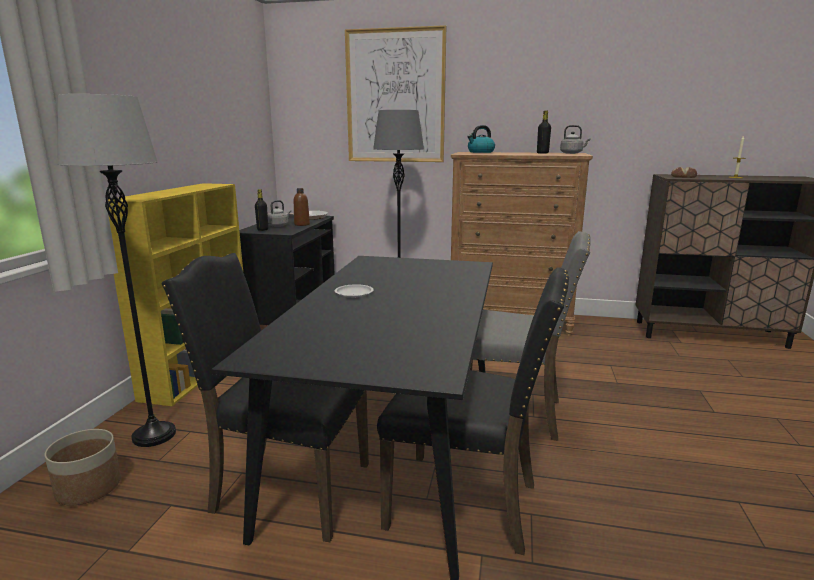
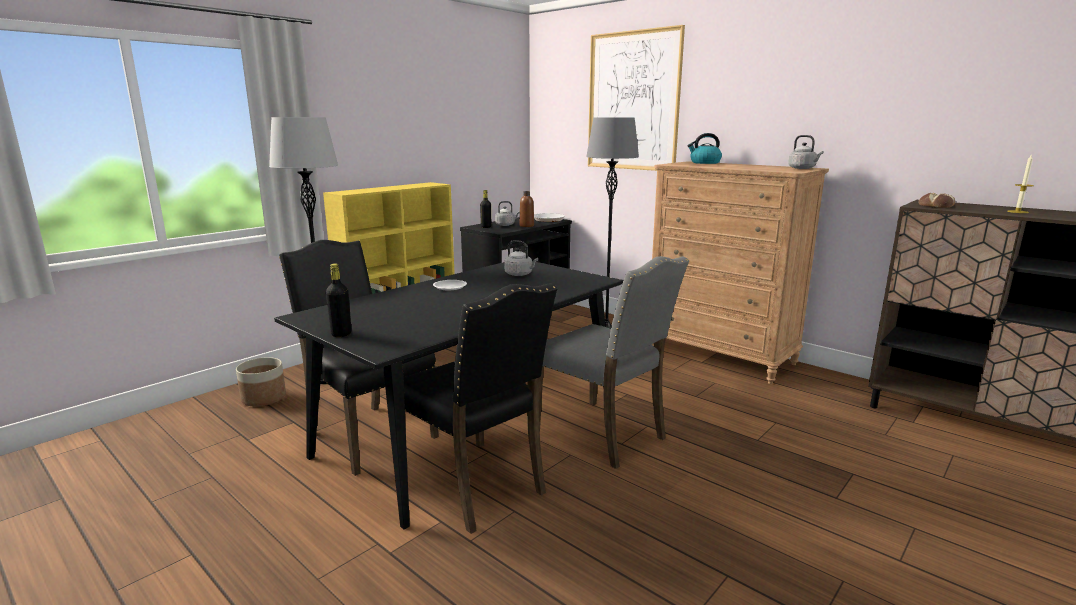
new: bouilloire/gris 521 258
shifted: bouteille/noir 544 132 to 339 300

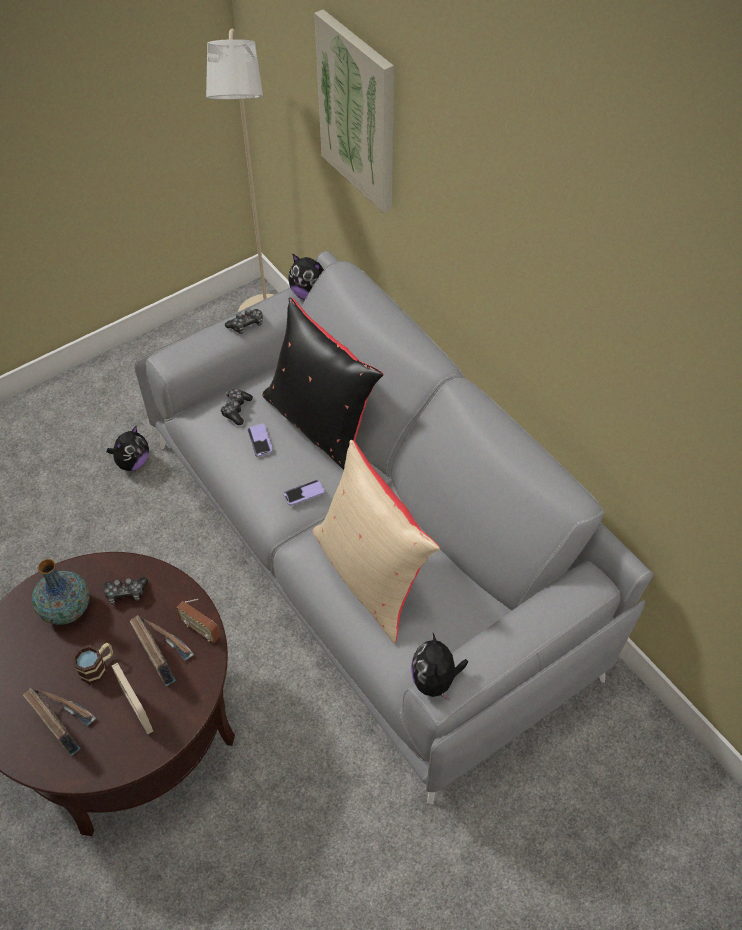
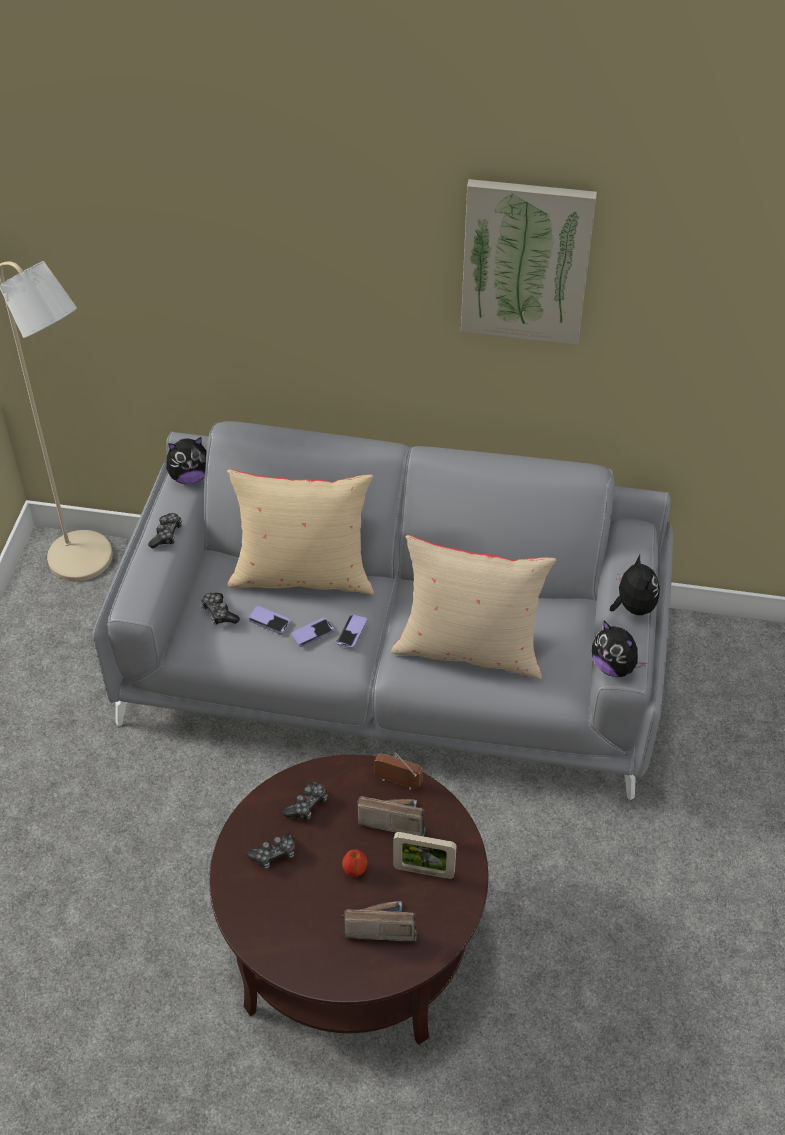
new: téléphone 313 632
shifted: peluche 128 448 to 635 585; tableau 354 111 to 529 262
swapped: vase 60 592 to manette 271 851; mug 92 663 to pomme 355 863
repainted: coussin/noir 323 384 to coussin/beige 300 532
rotated: radio 198 621 = 398 770 150 degrees counterclockwise

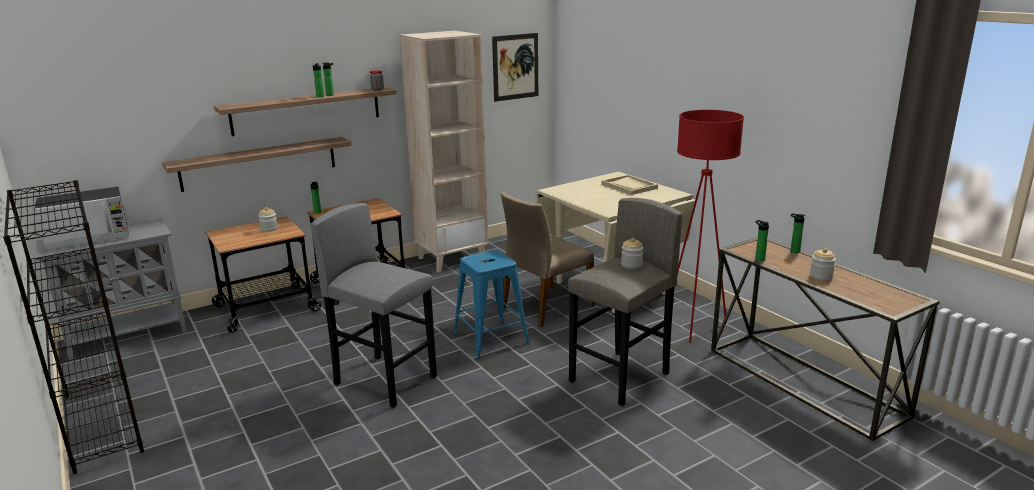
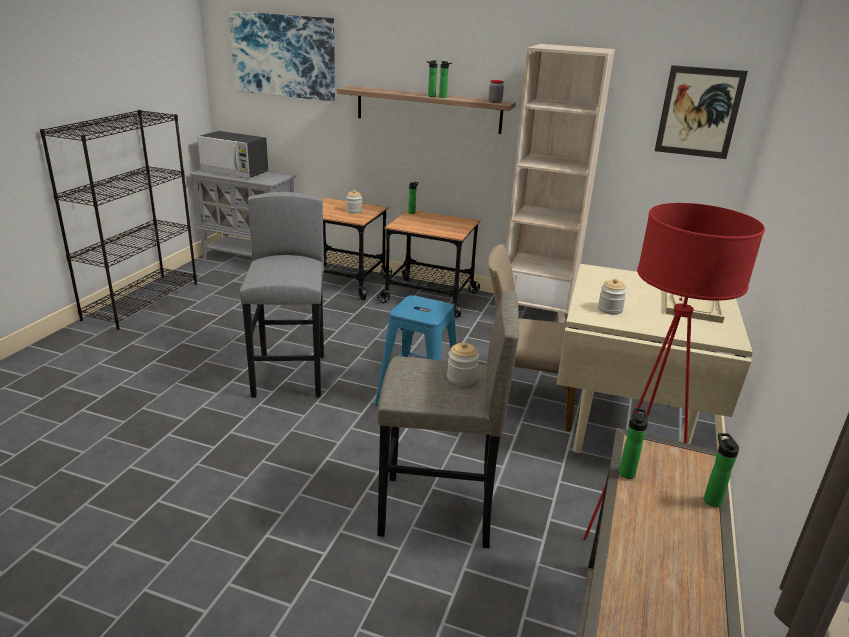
gone: étagère 256 164
new: tableau 282 56
shifted: bocal 823 264 to 612 296

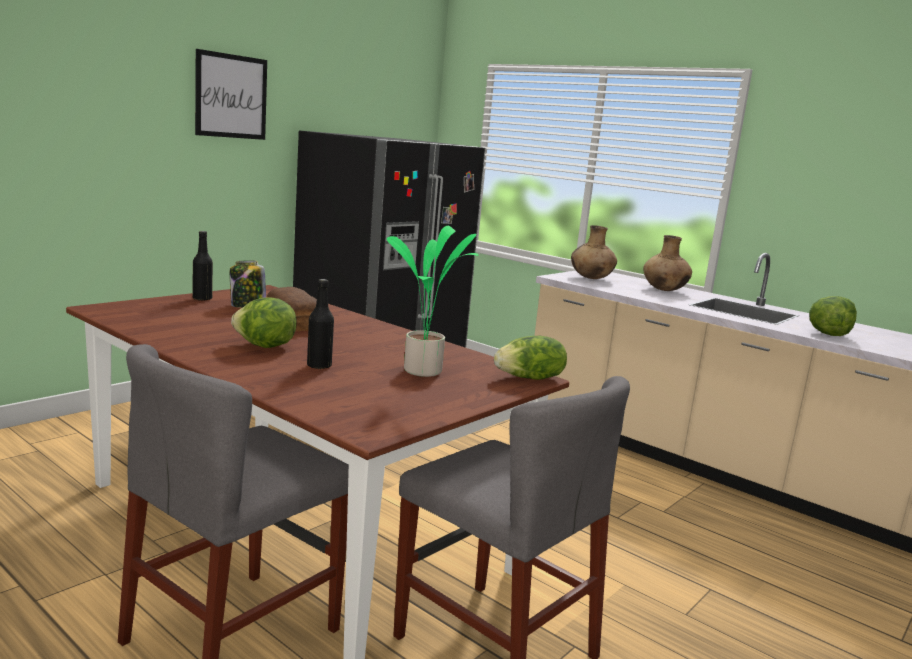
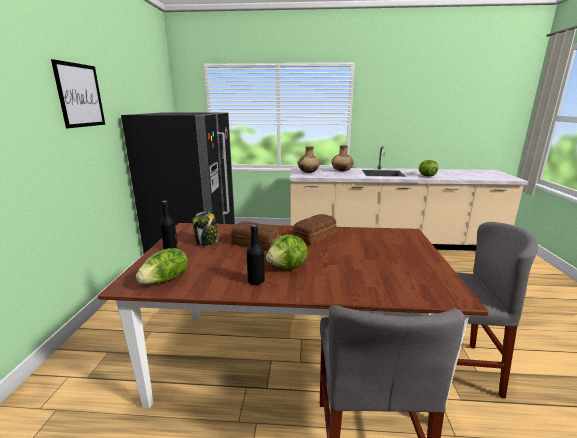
gone: plante en pot 433 301
new: pain 314 229
shifted: bouteille/noir 320 324 to 256 254; laitue 530 358 to 162 266

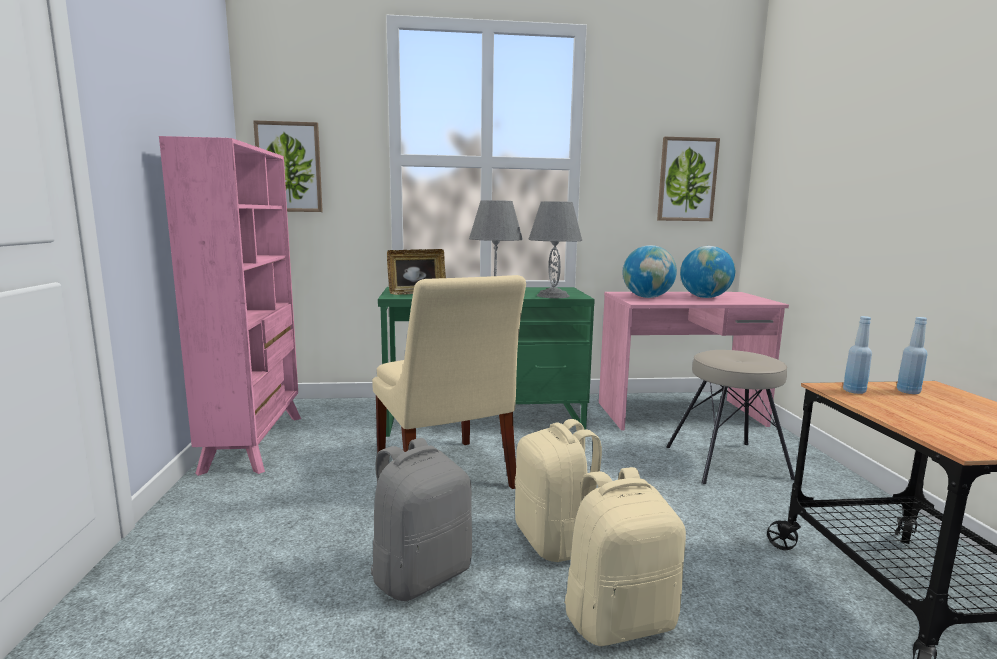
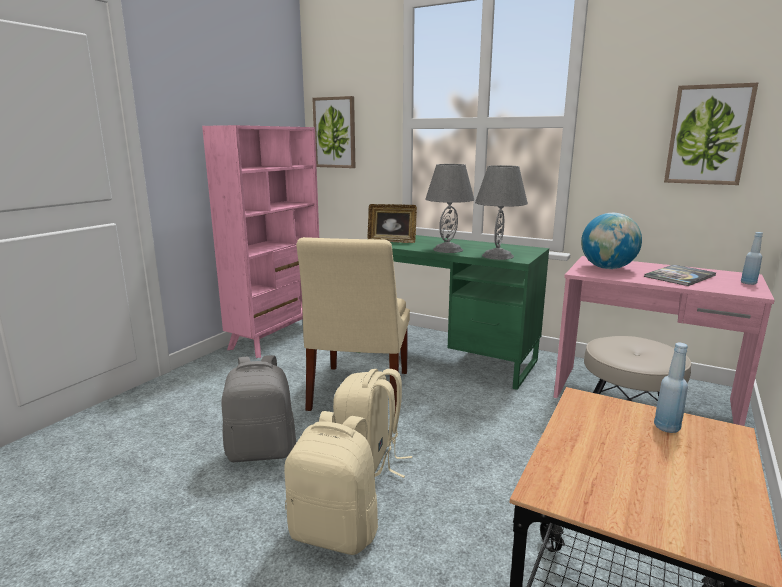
shifted: bouteille/bleu 857 355 to 752 258
swapped: globe 707 272 to livre 680 275

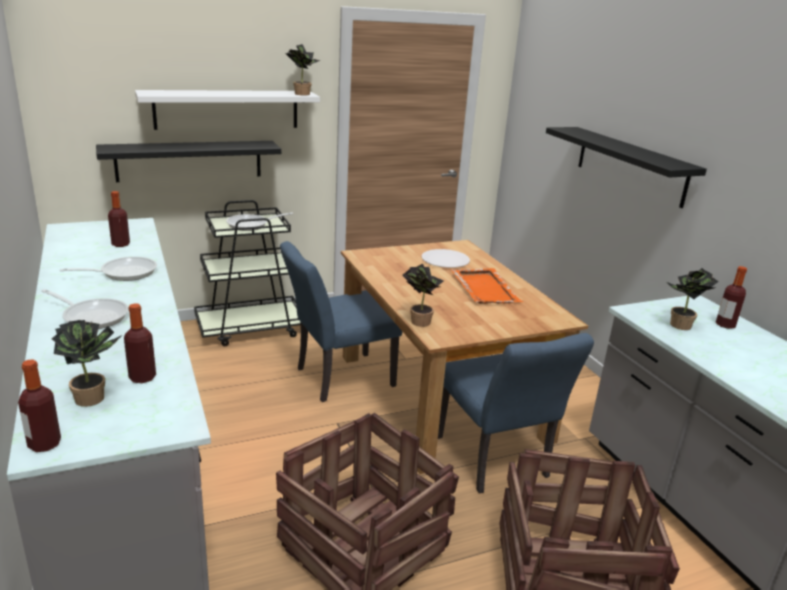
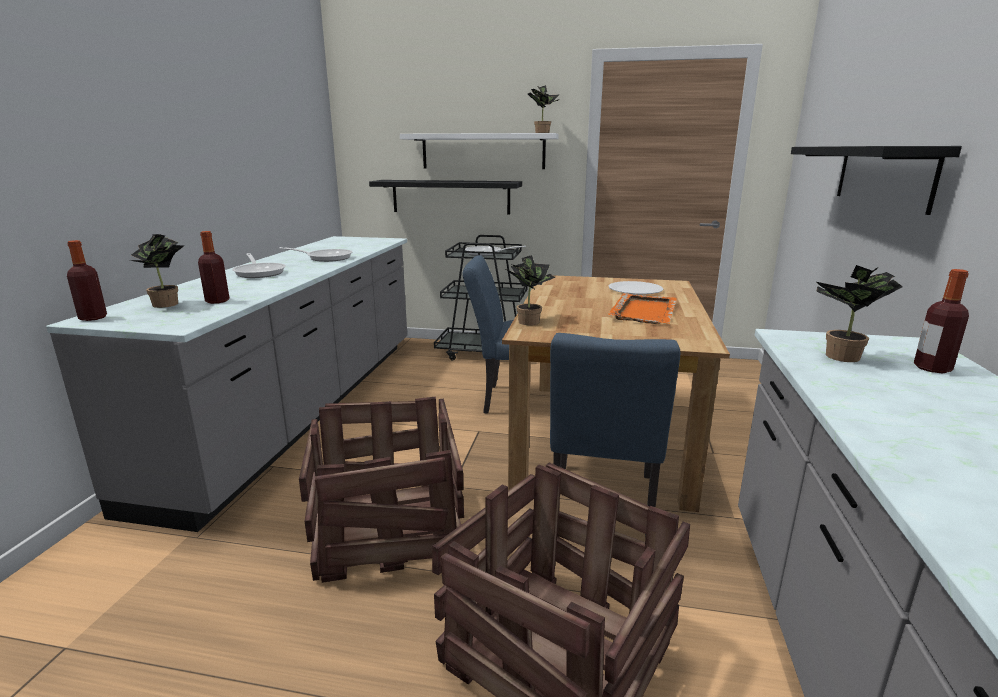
gone: bouteille 119 219

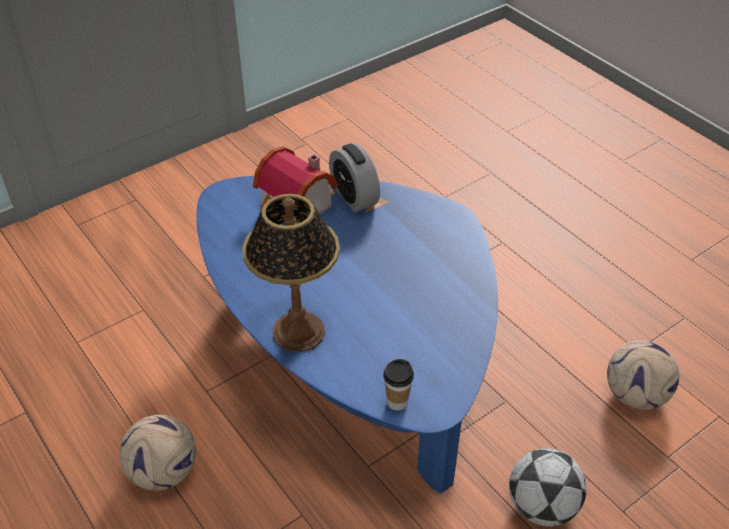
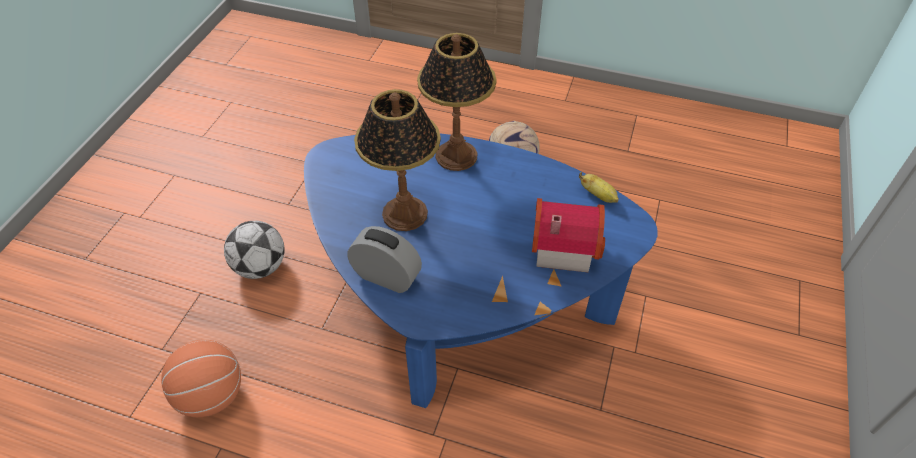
gone: tasse 398 385
new: lampe de table 397 160; banane 599 187
shifted: réveil 354 178 to 385 259
swapped: ballon de foot 643 375 to ballon de basket 201 378

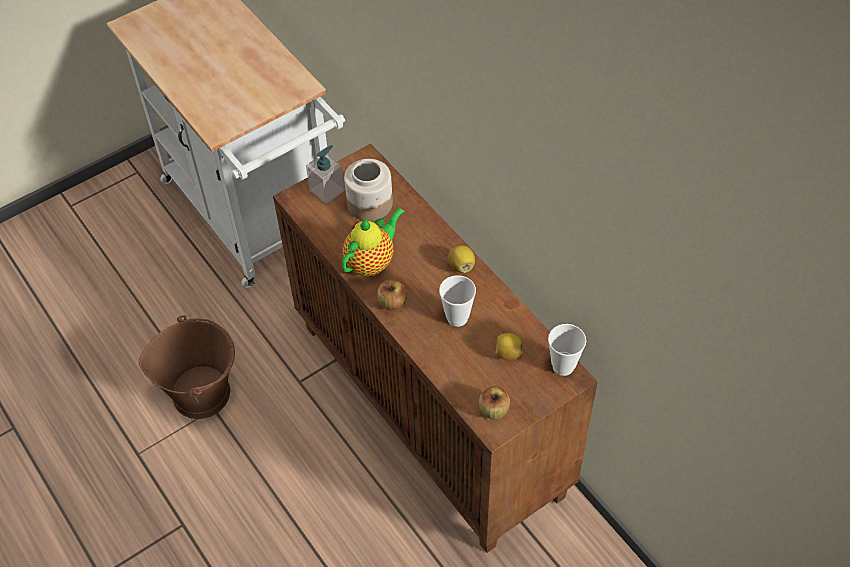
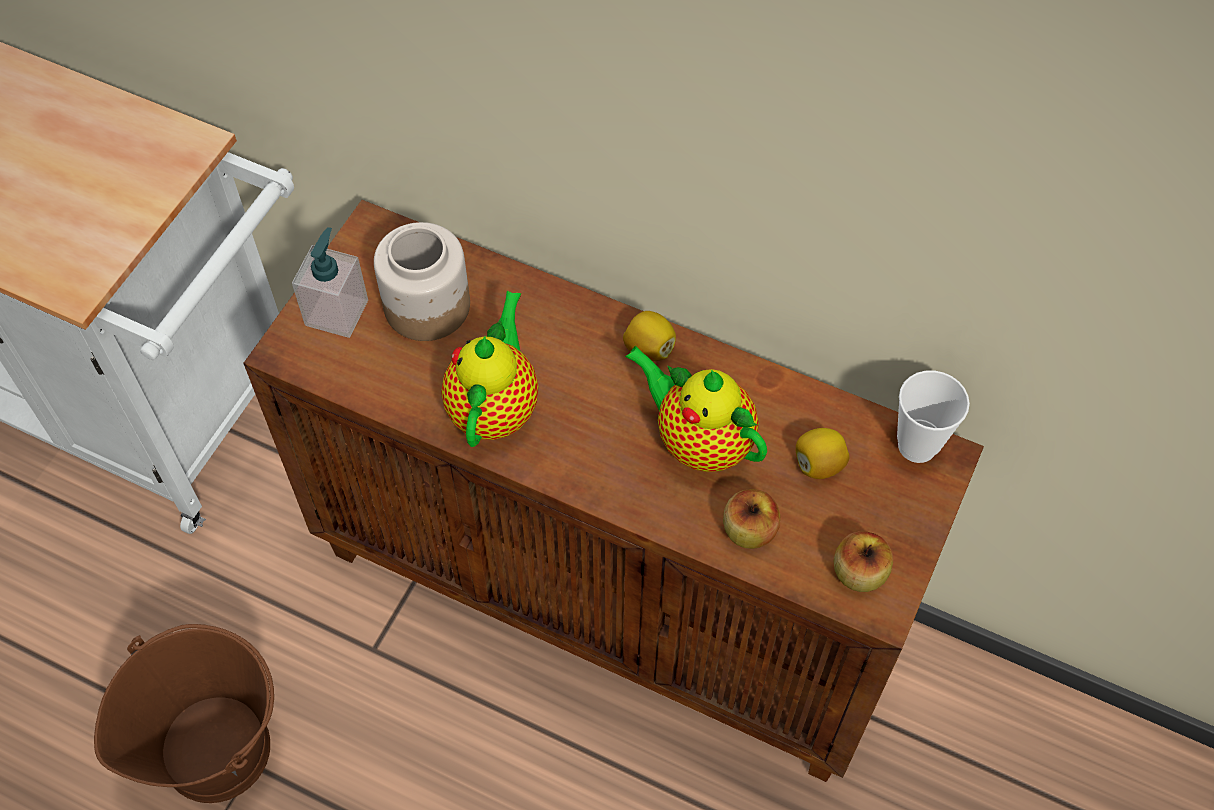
shifted: pomme 392 295 to 751 519
swapped: tasse 457 301 to théière 696 409

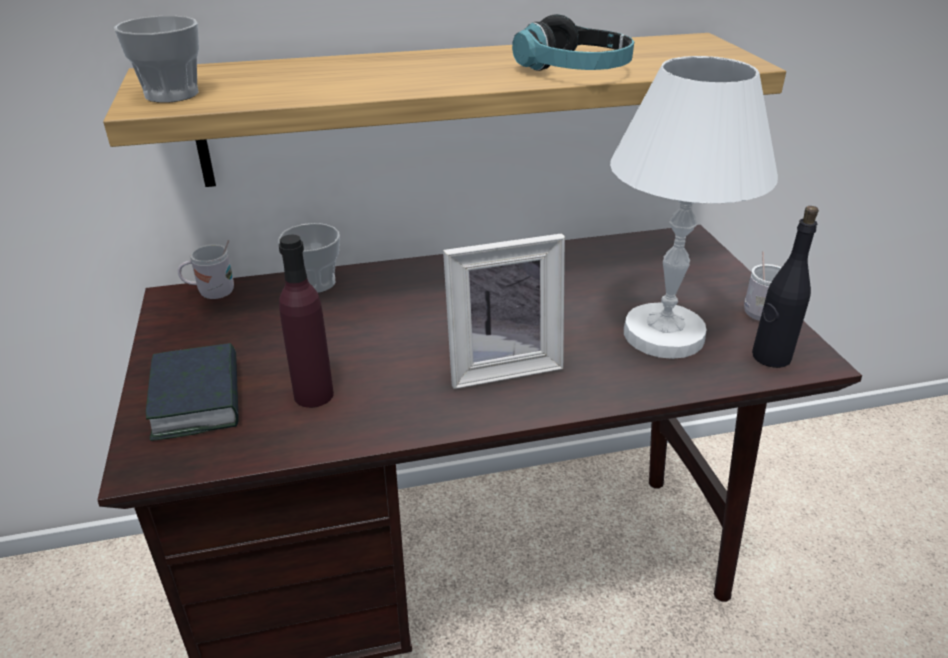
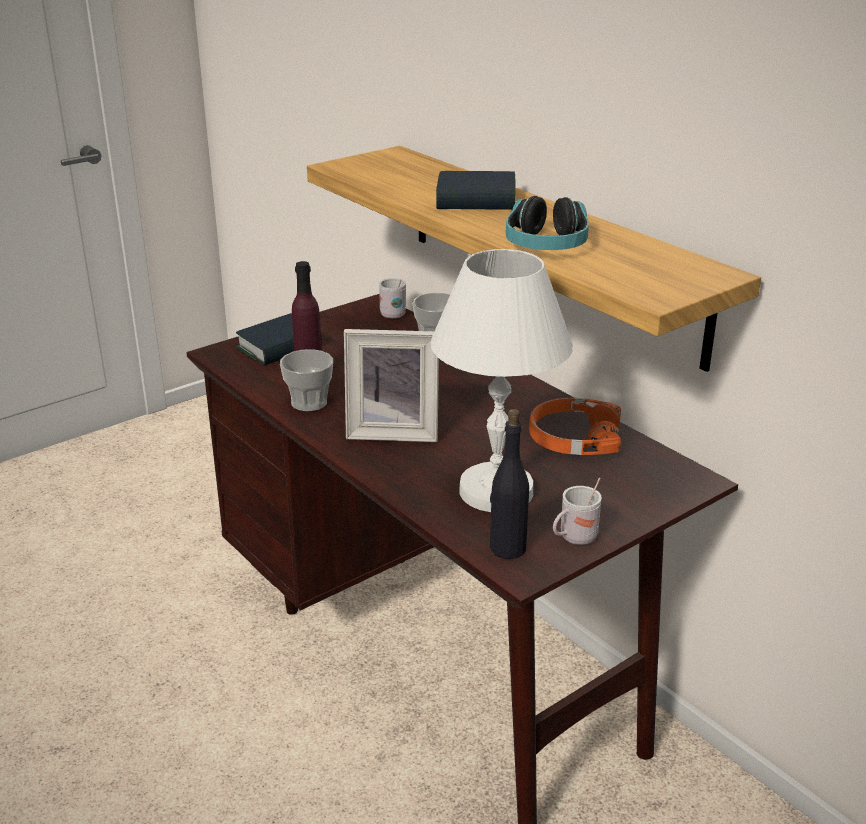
new: livre 476 190; casque audio/orange 575 426
shifted: tasse 156 59 to 306 380
rotated: cadre photo 504 311 = 391 385 45 degrees counterclockwise

